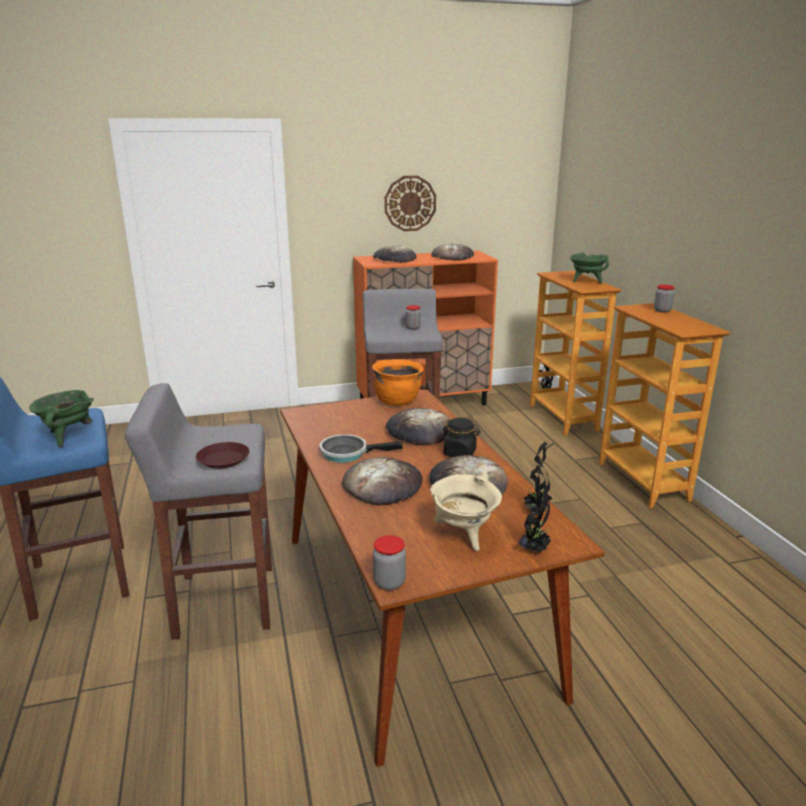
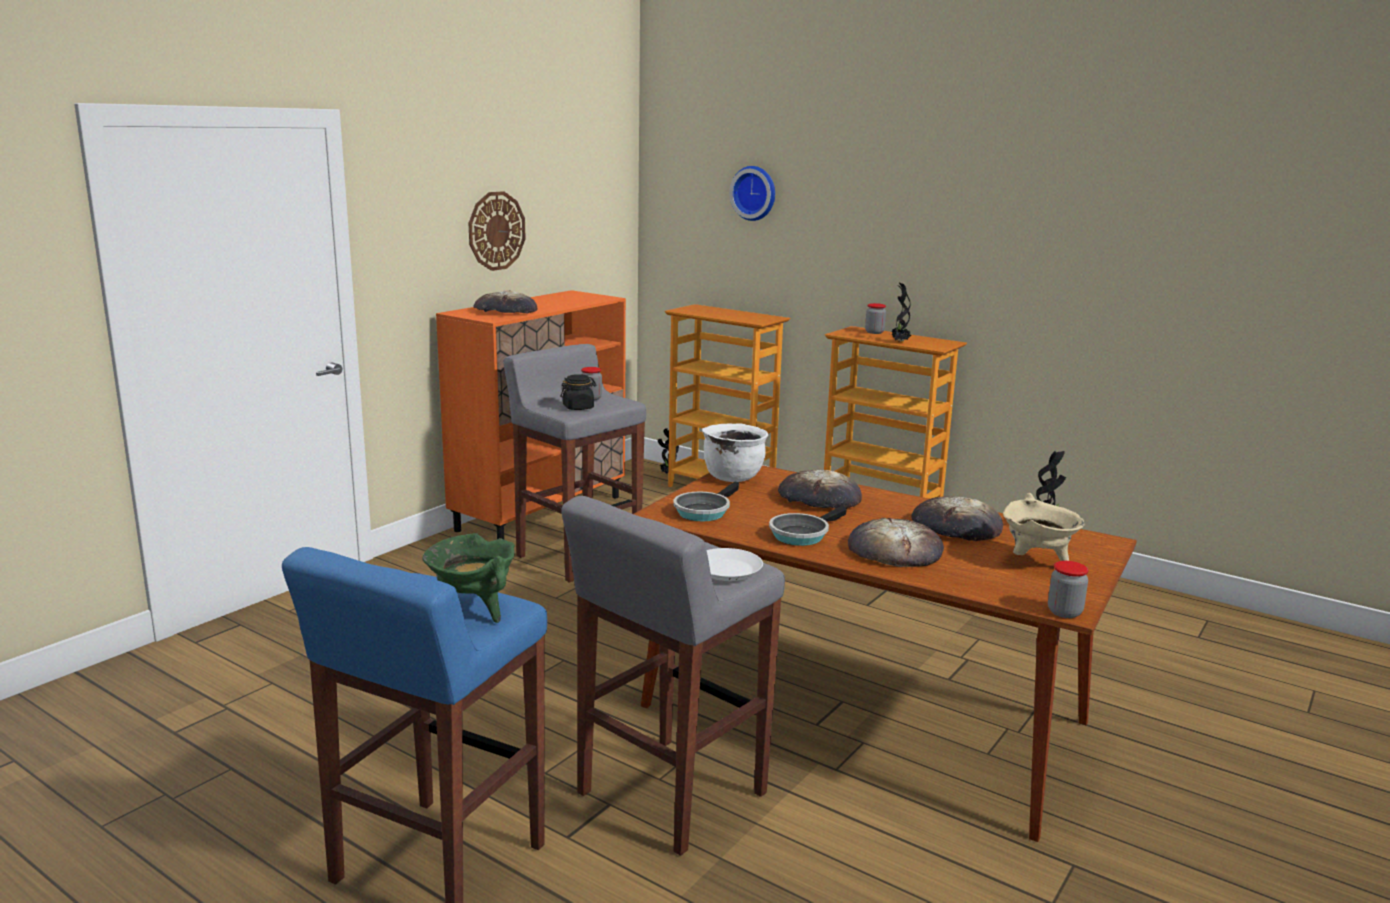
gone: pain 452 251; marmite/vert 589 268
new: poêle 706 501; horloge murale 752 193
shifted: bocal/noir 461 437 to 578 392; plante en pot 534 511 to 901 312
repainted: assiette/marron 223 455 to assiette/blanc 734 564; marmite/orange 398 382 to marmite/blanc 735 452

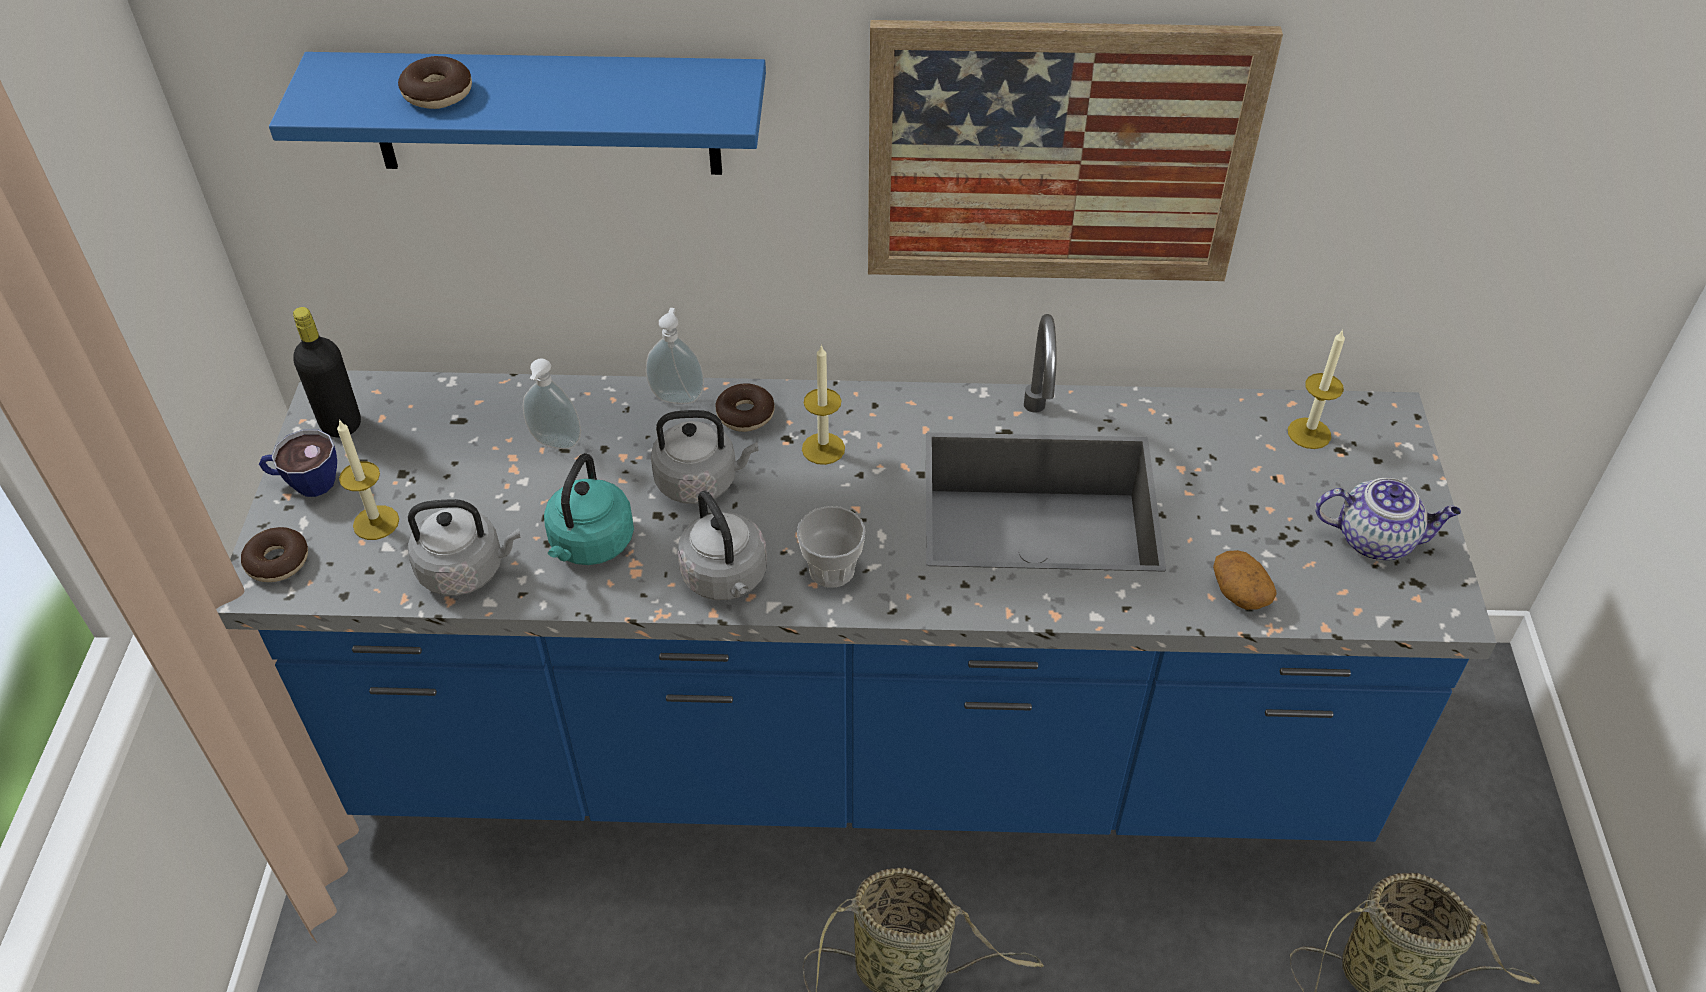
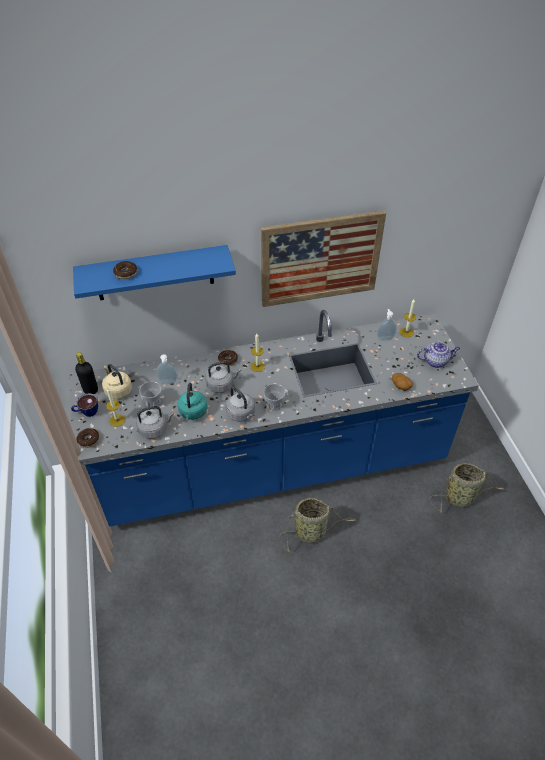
new: bouilloire/beige 117 381; tasse 150 394
shifted: distributeur de savon 675 356 to 387 324

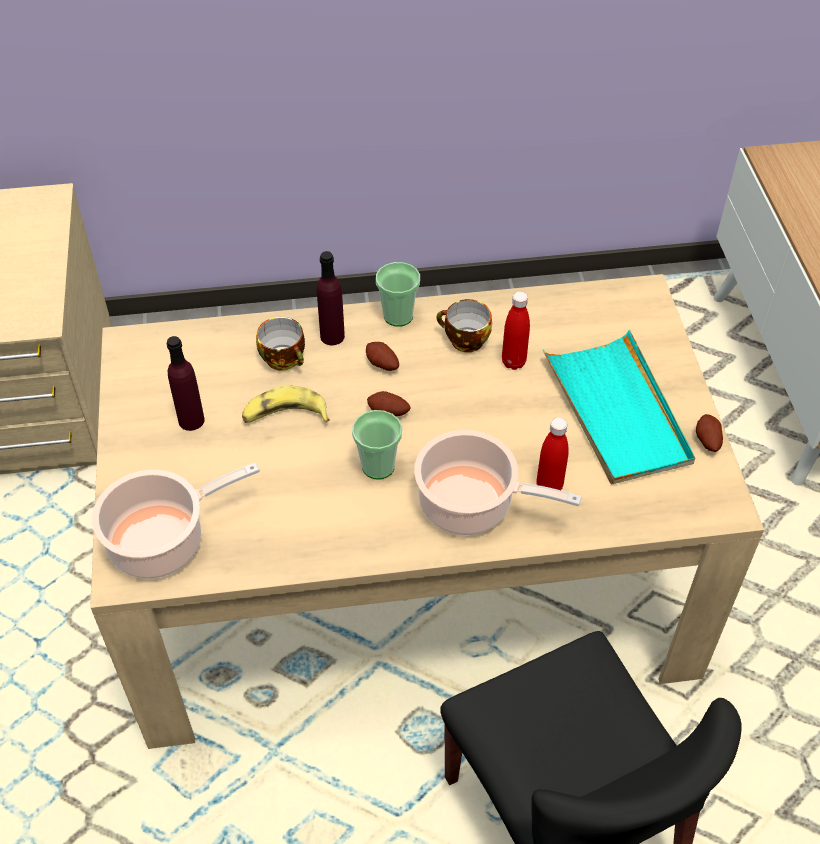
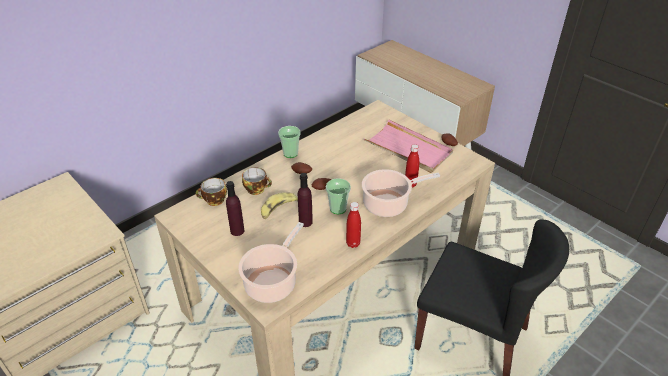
shifted: bouteille/violet 331 298 to 305 200; tasse 464 326 to 211 192; bouteille/rouge 516 330 to 353 225
repainted: plateau/turquoise 619 407 to plateau/rose 408 146

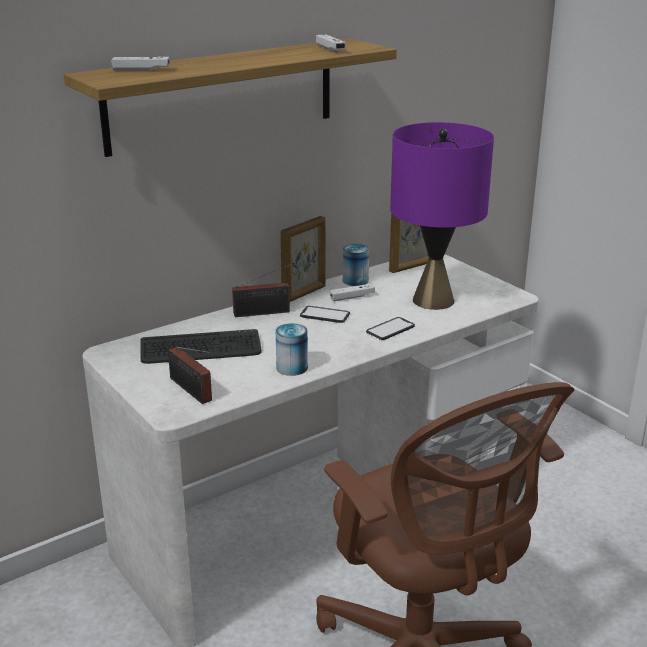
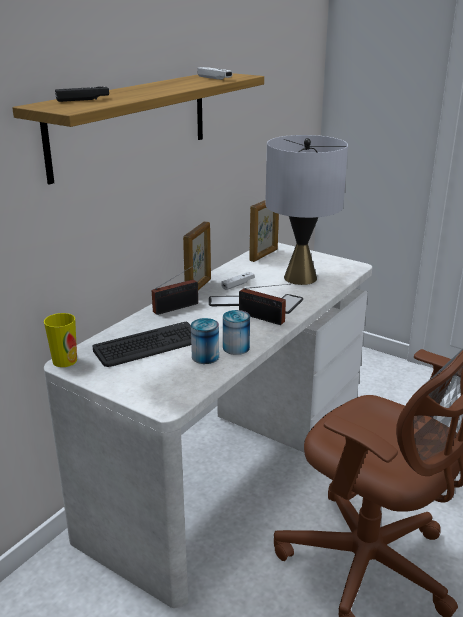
new: tasse 60 340
shifted: radio 190 375 to 265 304; boîte métallique 356 265 to 205 341
repainted: manette/blanc 140 63 to manette/noir 82 94; lampe de table/violet 442 216 to lampe de table/gris 306 210

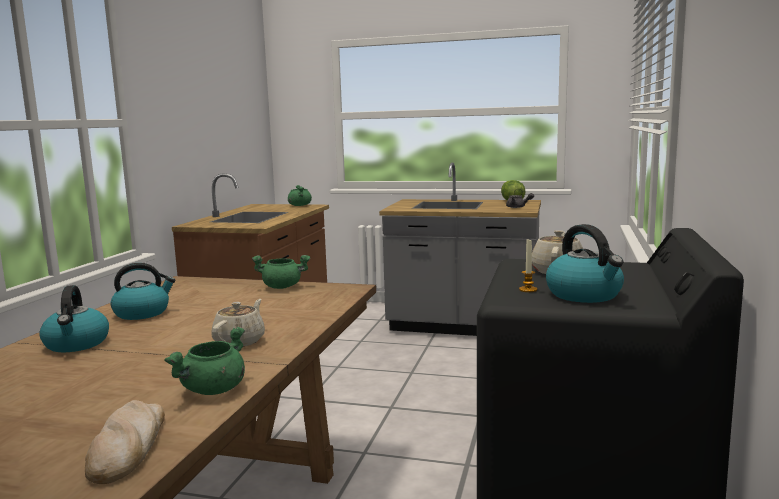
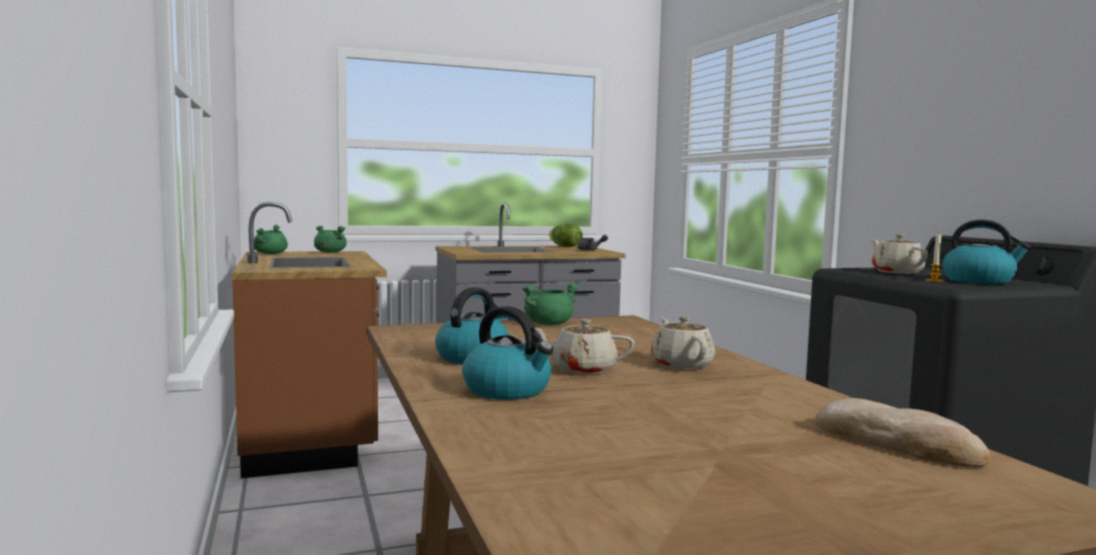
new: théière/beige 585 346
shifted: marmite/vert 204 361 to 271 239

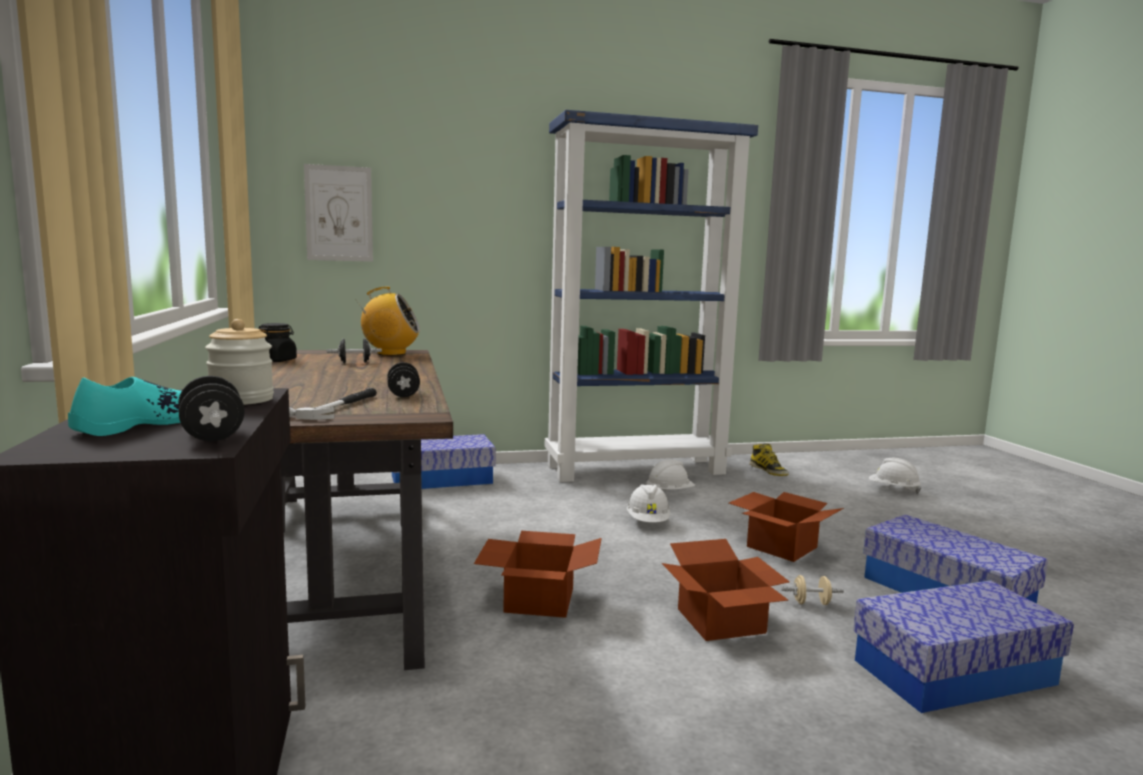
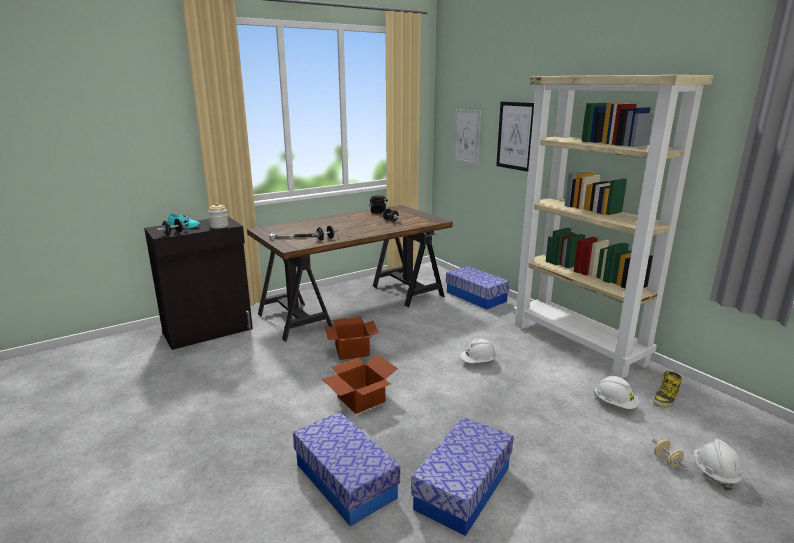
gone: radio 387 321; carton 786 527
new: tableau 515 137
shifted: casque de chantier/blanc 671 476 to 616 392; haltère/beige 812 590 to 670 453
repainted: bibliothèque/bleu 651 296 to bibliothèque/beige 613 227

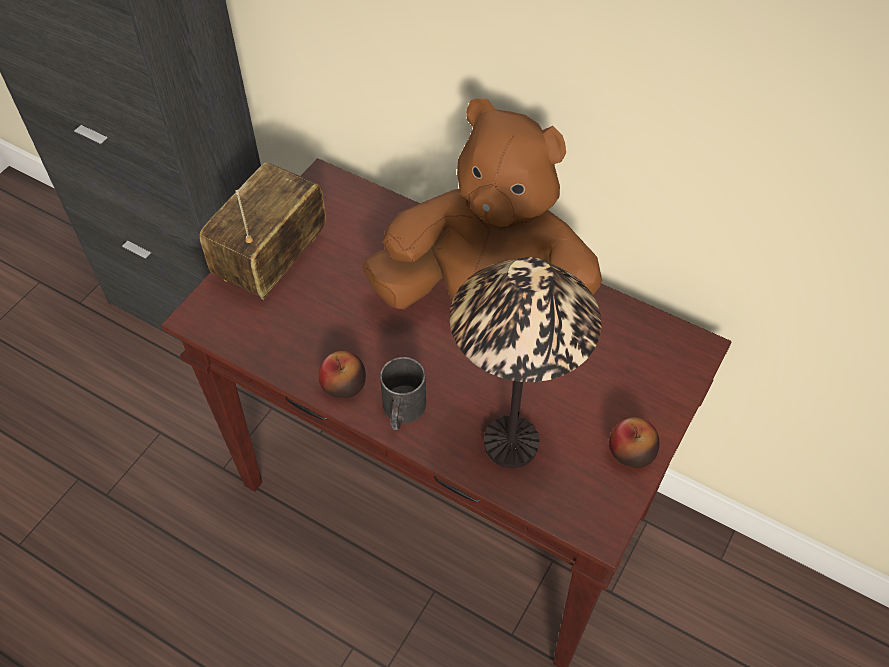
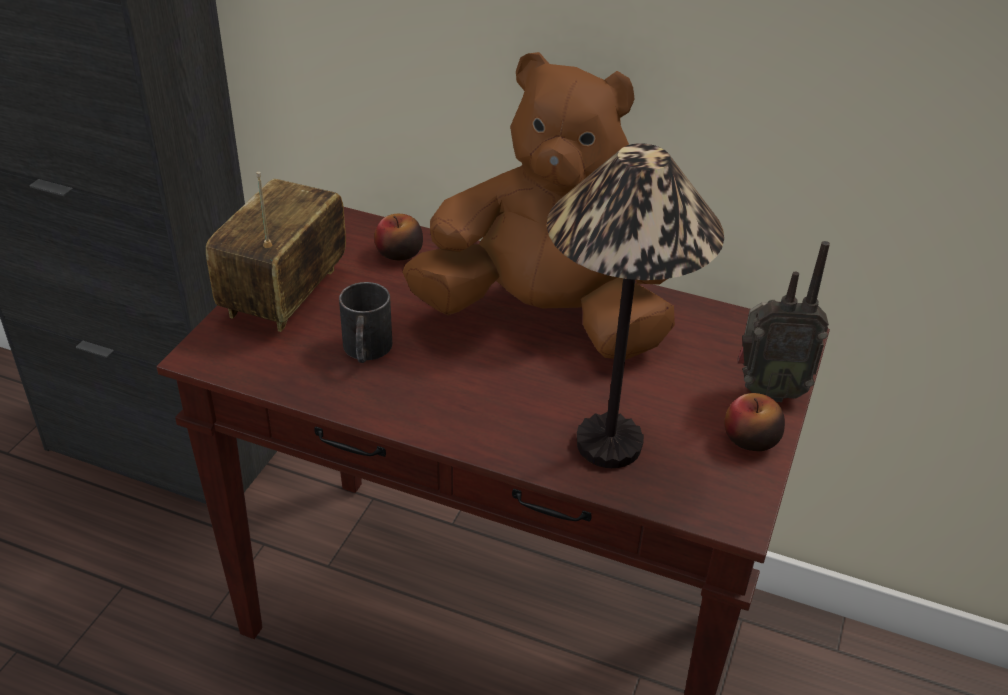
new: radio 783 321
shifted: pomme 342 374 to 398 237; mug/noir 403 393 to 365 322

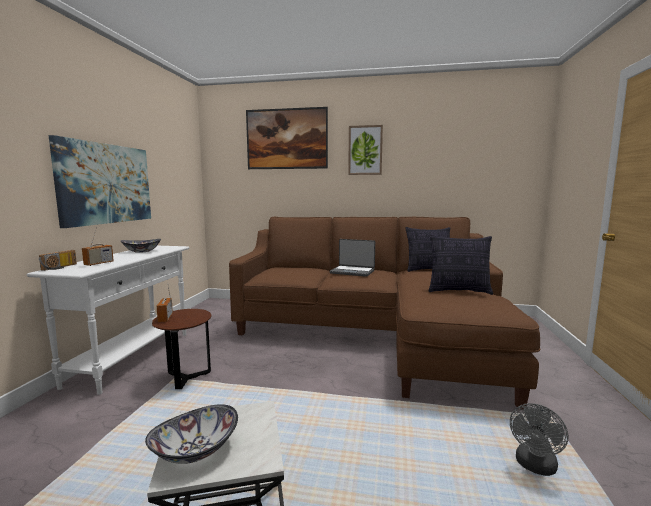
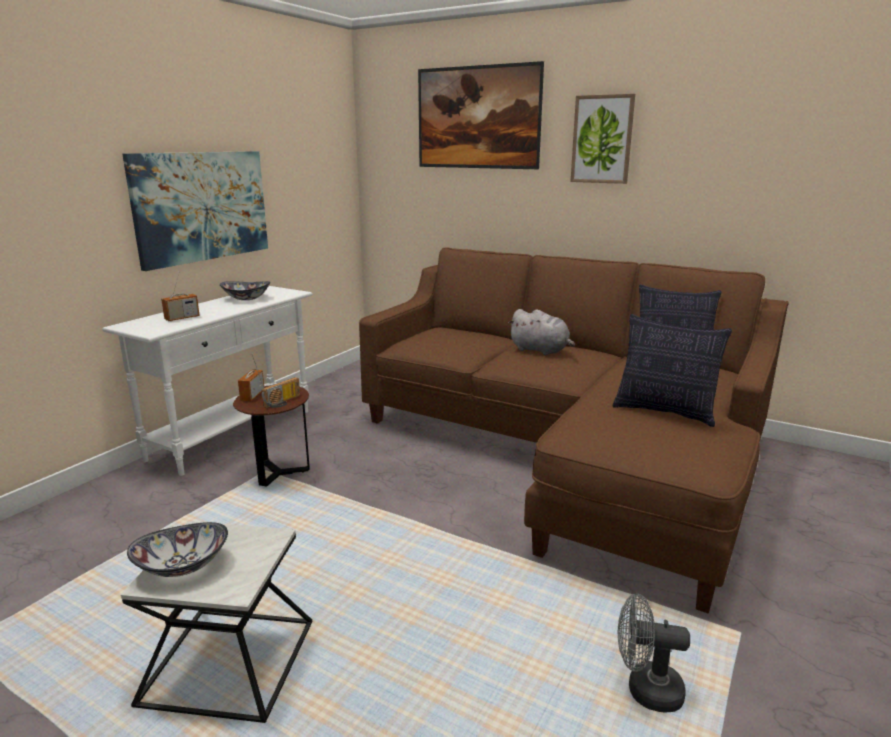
shifted: radio 58 260 to 281 392
swapped: ordinateur portable 352 258 to peluche/gris 541 332
rotated: ventilateur/gris 539 439 = 654 653 45 degrees clockwise

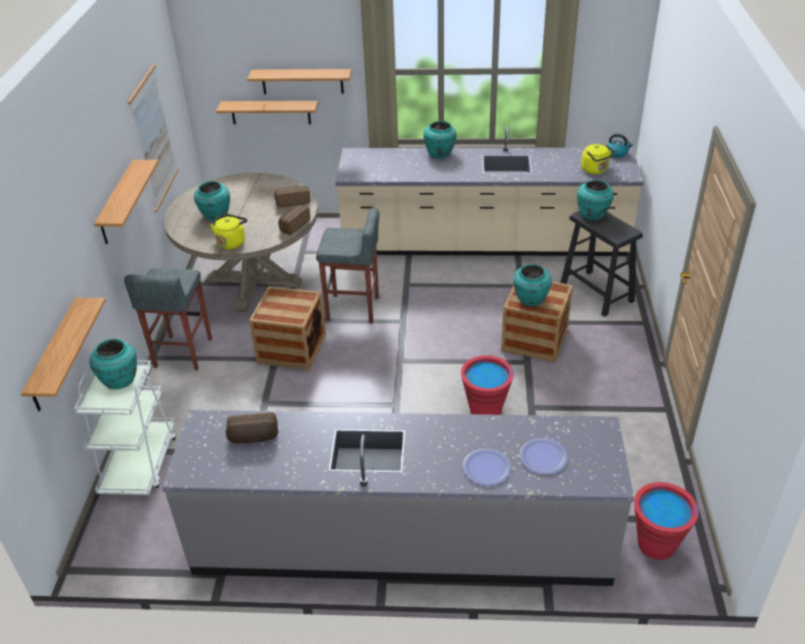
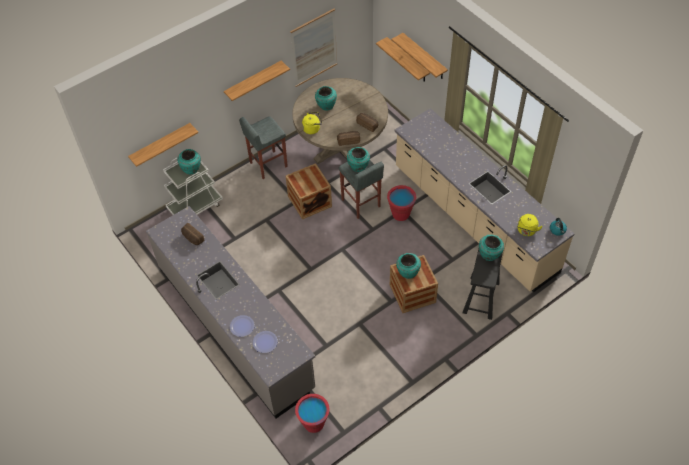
shifted: vase/turquoise 440 139 to 358 159; seau/rouge 487 385 to 401 203

